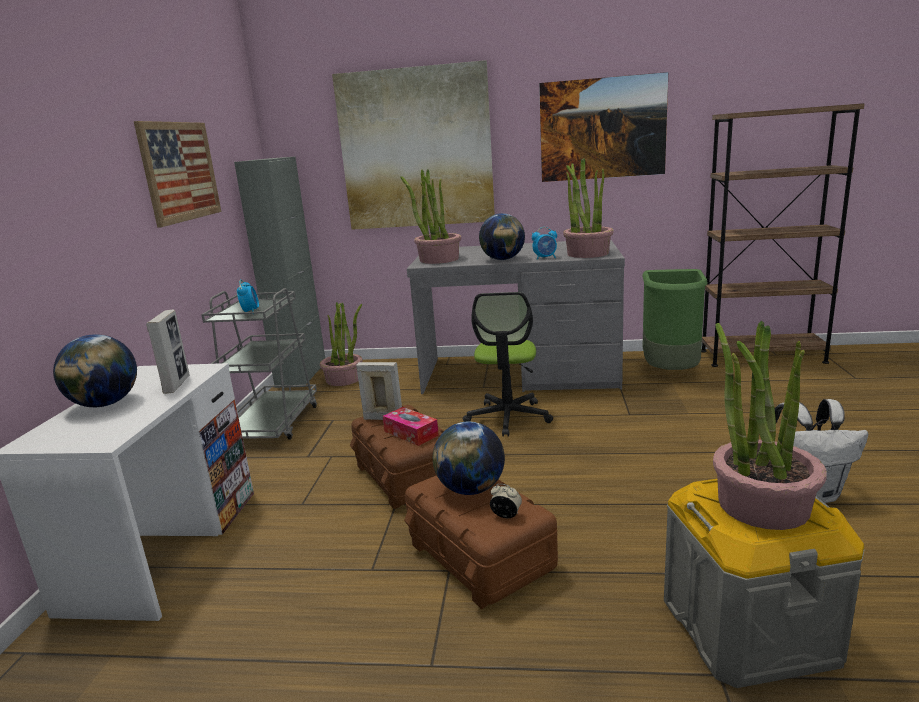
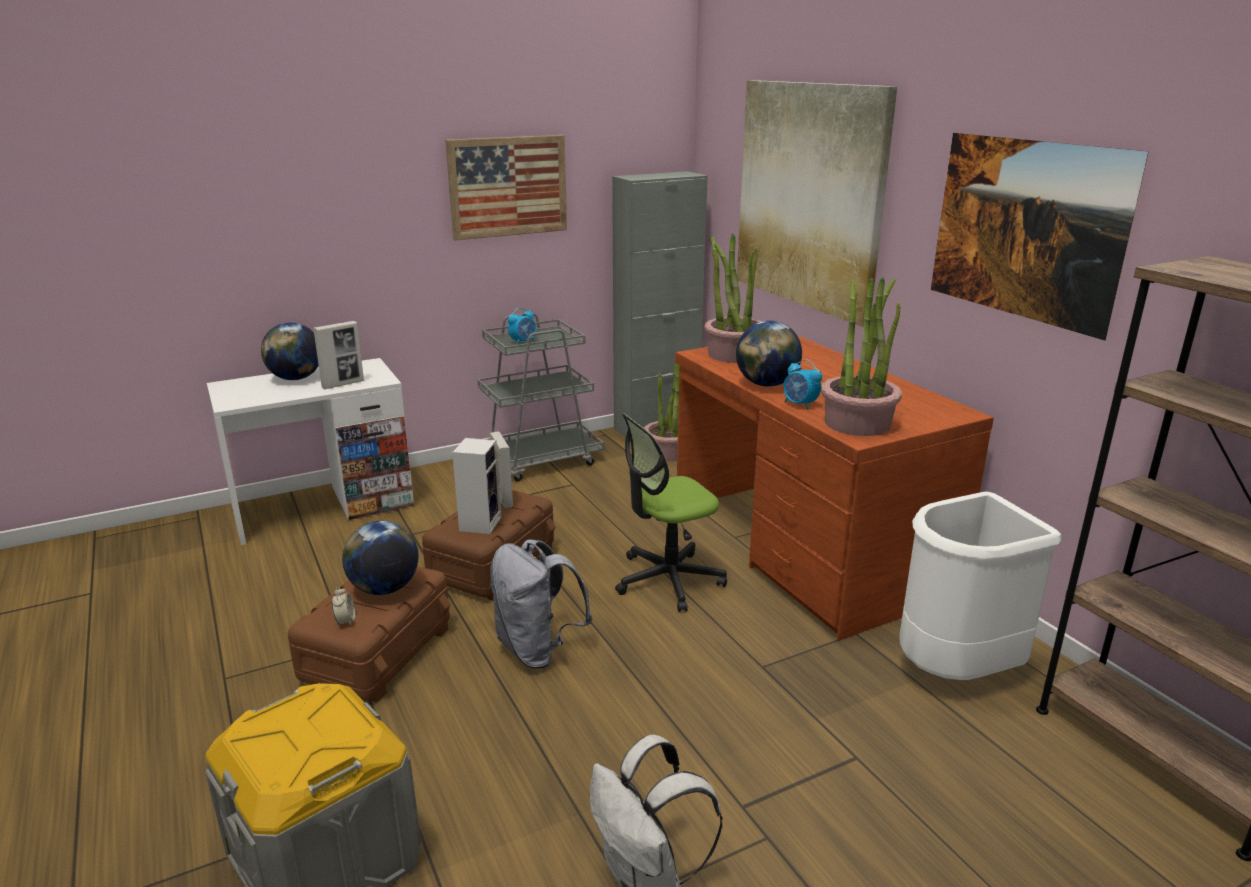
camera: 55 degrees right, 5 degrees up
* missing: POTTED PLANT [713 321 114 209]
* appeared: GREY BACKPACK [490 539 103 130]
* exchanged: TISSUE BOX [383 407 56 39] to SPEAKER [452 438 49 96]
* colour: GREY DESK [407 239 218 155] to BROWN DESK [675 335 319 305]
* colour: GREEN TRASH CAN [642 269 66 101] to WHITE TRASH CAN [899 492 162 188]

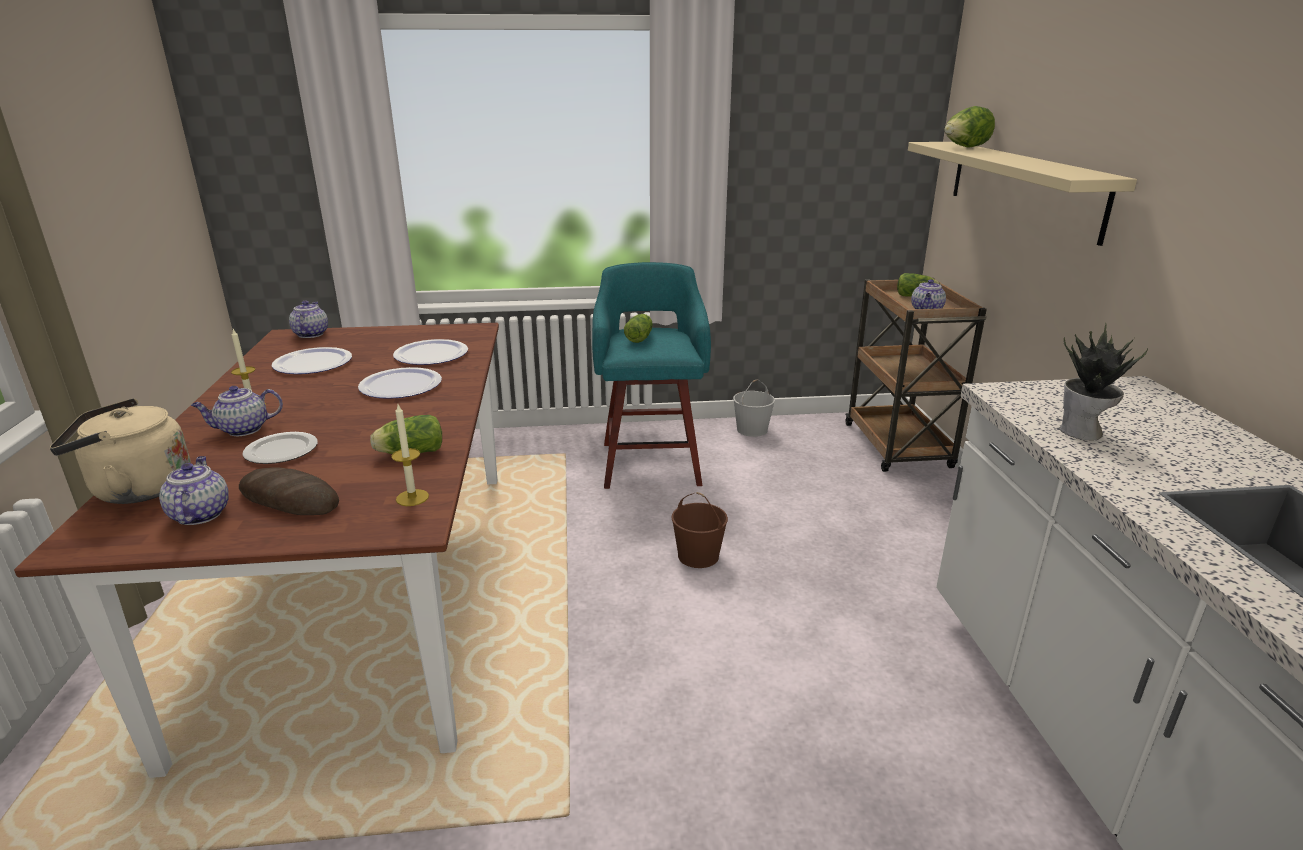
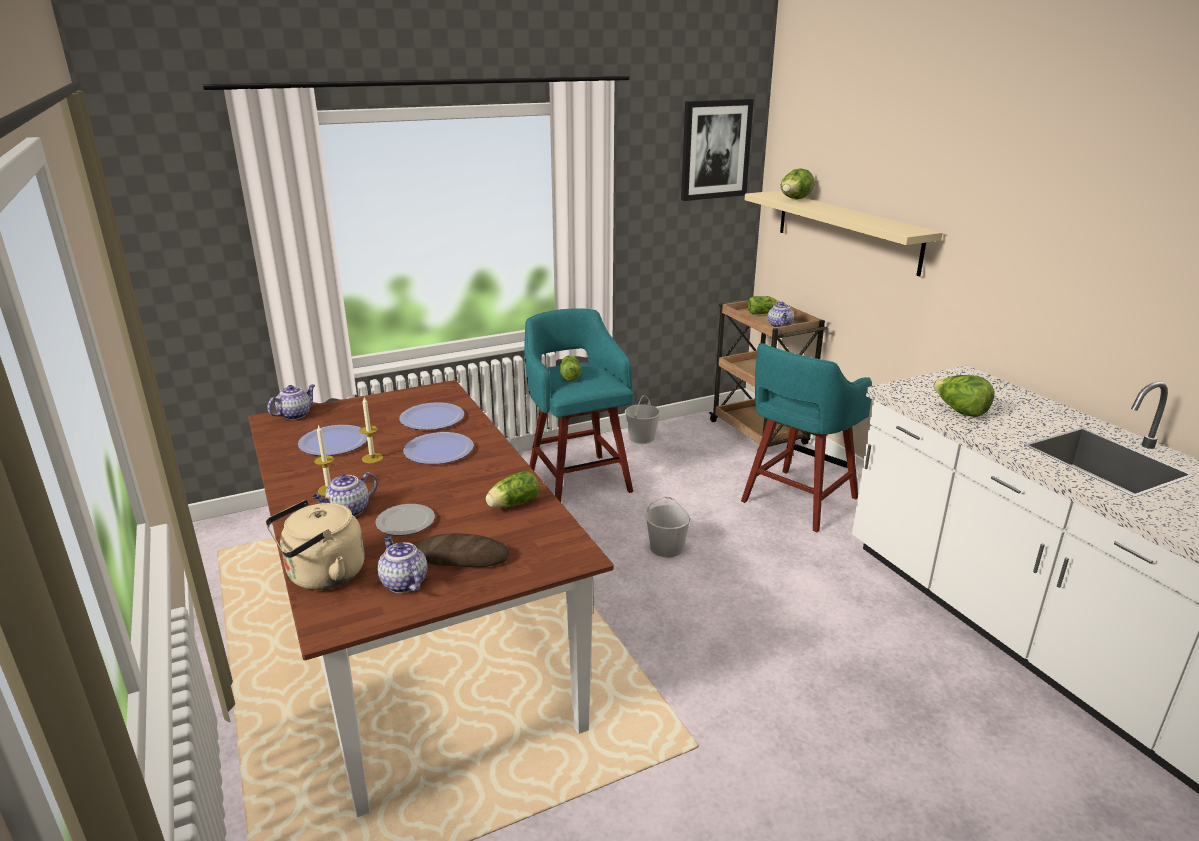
camera: 20 degrees left, 0 degrees up
* appeared: PICTURE [681 99 73 102]
* appeared: TURQUOISE STOOL [741 343 131 189]
* relocated: CANDLE [391 405 38 101] to [359 397 24 66]
* exchanged: POTTED PLANT [1059 323 89 117] to LETTUCE [933 375 62 42]
* colour: BROWN BUCKET [671 492 57 76] to WHITE BUCKET [645 497 46 61]
* spun: TEAPOT [289 301 39 37] = [267 384 48 36] 60 degrees clockwise

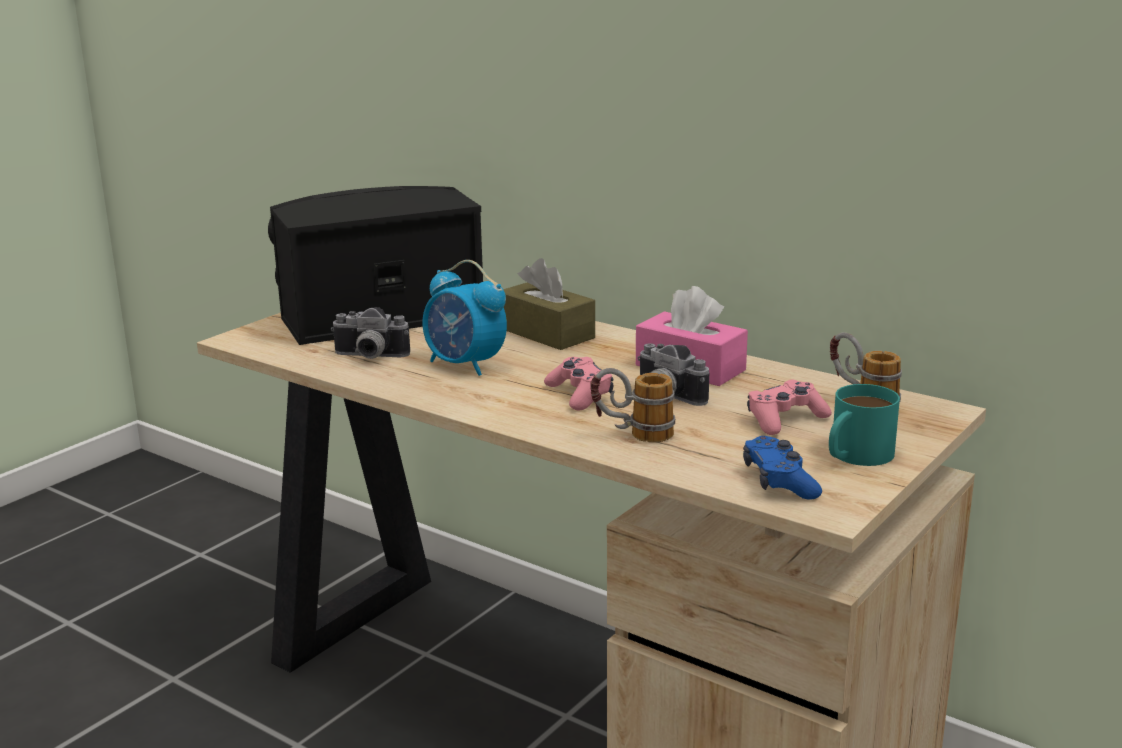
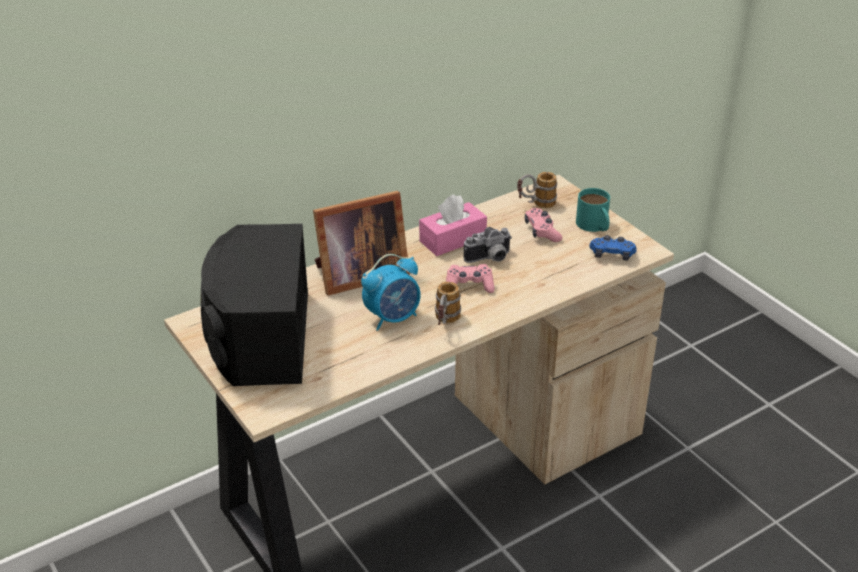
camera: 70 degrees left, 15 degrees up
* missing: PHOTO CAMERA [331 307 79 52]
* relocated: MUG [590 368 85 75] to [435 282 26 43]
* exchanged: BROWN TISSUE BOX [503 258 92 92] to PICTURE FRAME [313 191 97 104]

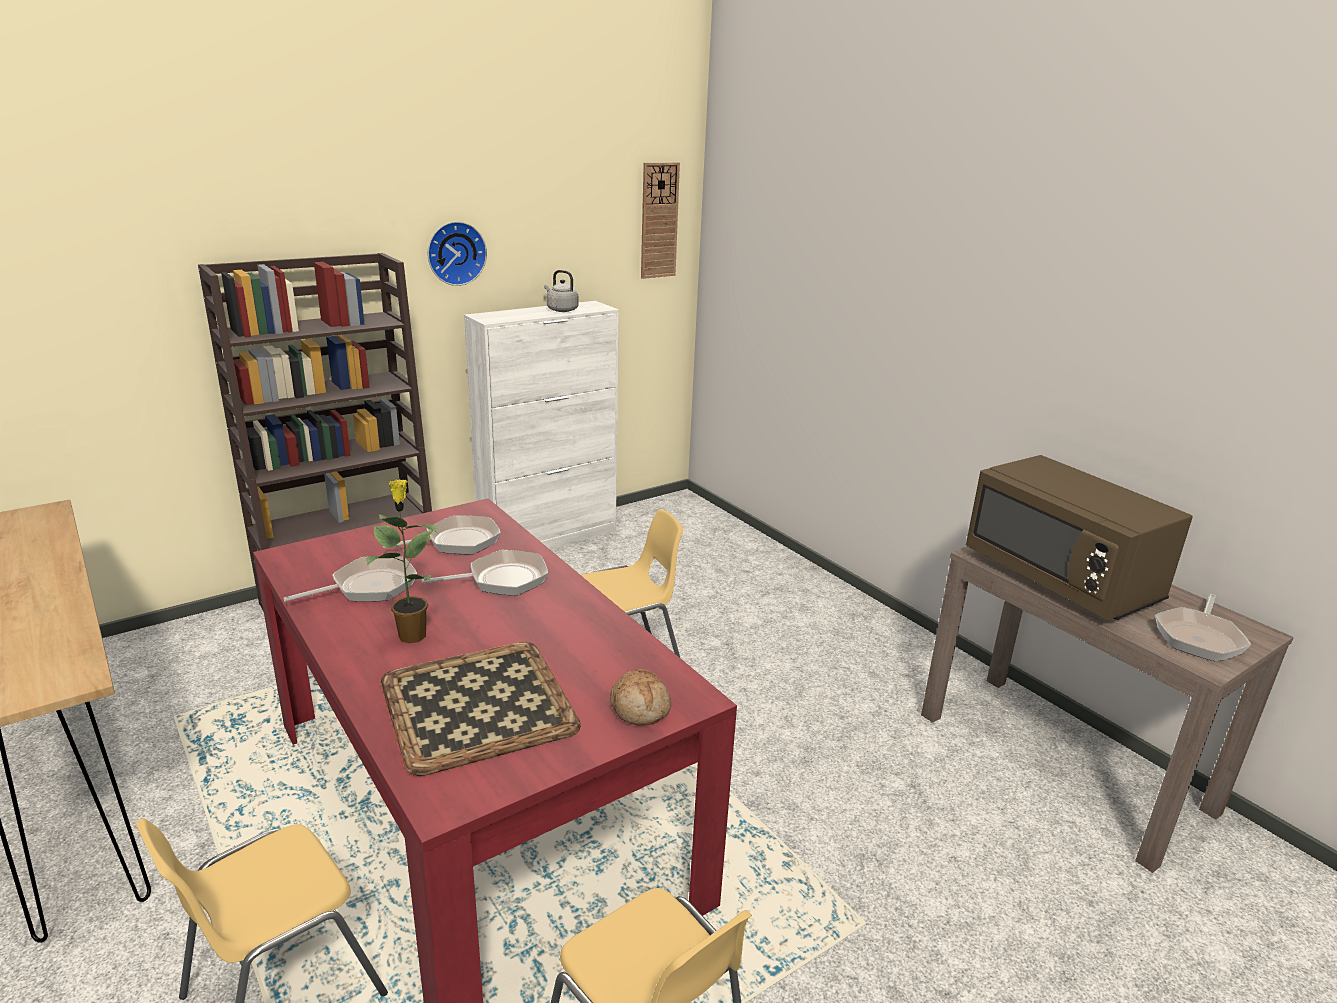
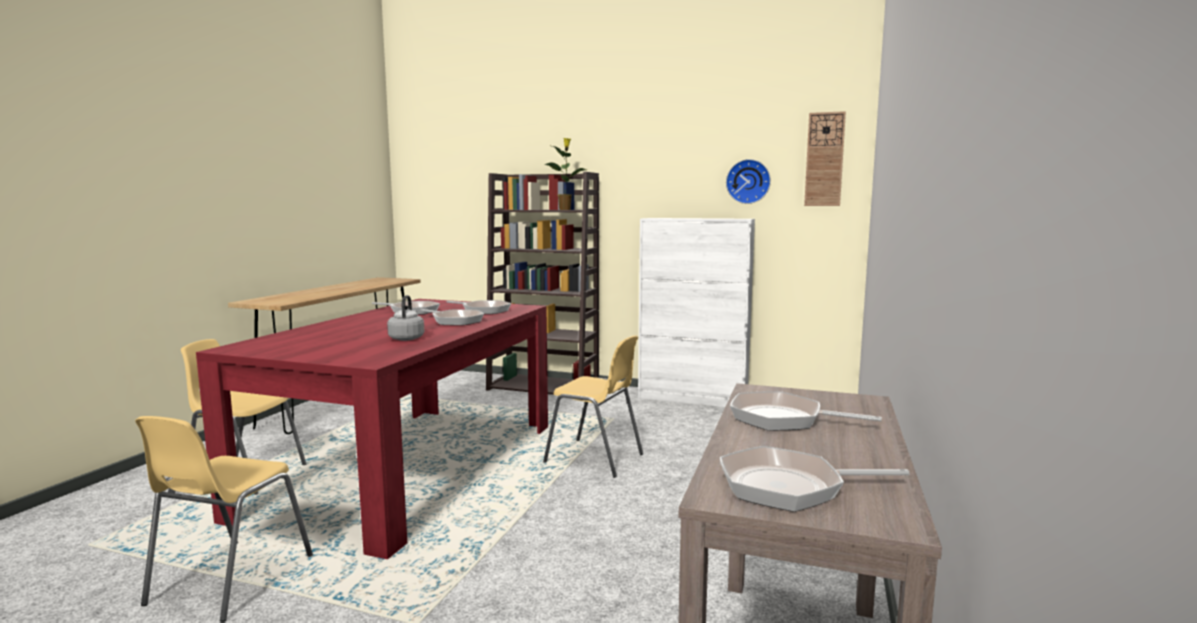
camera: 55 degrees right, 15 degrees down
* missing: TRAY [381 642 200 134]
* missing: BREAD [610 669 61 57]
* relocated: POTTED PLANT [365 479 72 164] to [544 138 43 72]
* relocated: WALL CLOCK [427 221 60 65] to [726 159 45 45]
* relocated: GREY KETTLE [544 270 35 42] to [387 295 37 46]
* exchanged: BROWN MICROWAVE [966 455 227 165] to FRYING PAN [730 391 152 40]

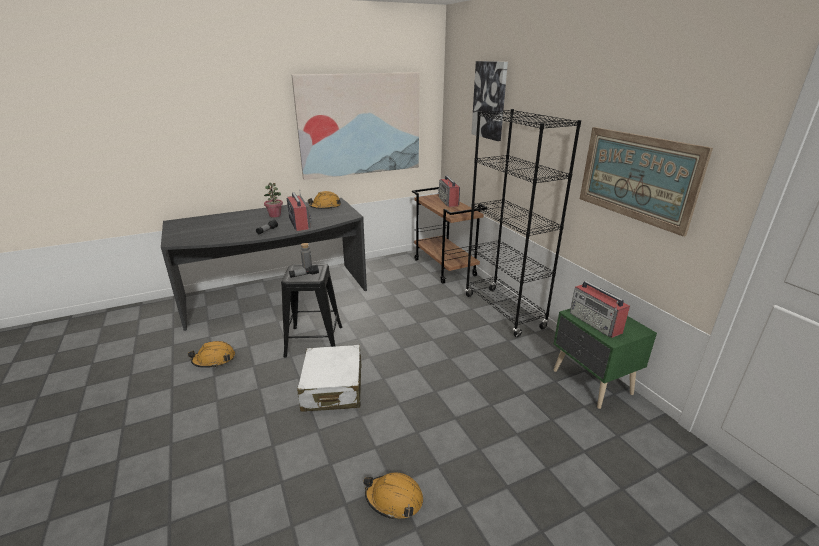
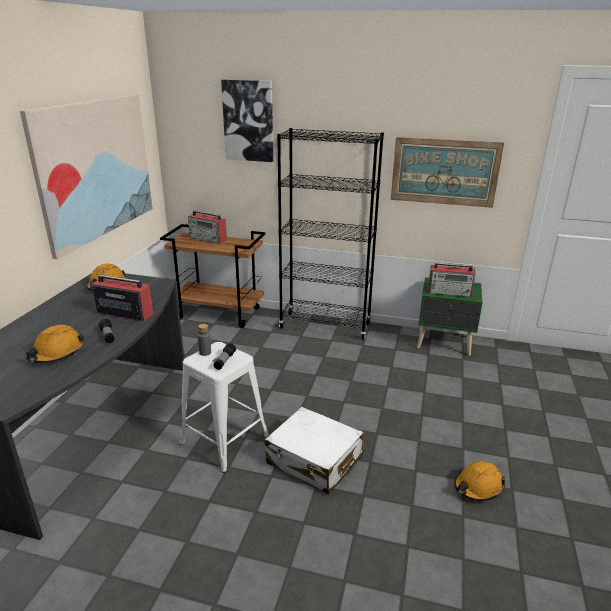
camera: 50 degrees left, 0 degrees up
* missing: POTTED PLANT [264 183 19 35]
* relocated: ORANGE HARD HAT [188 341 47 27] to [26 325 59 38]
* colour: BLACK STOOL [281 264 61 94] to WHITE STOOL [179 342 90 131]

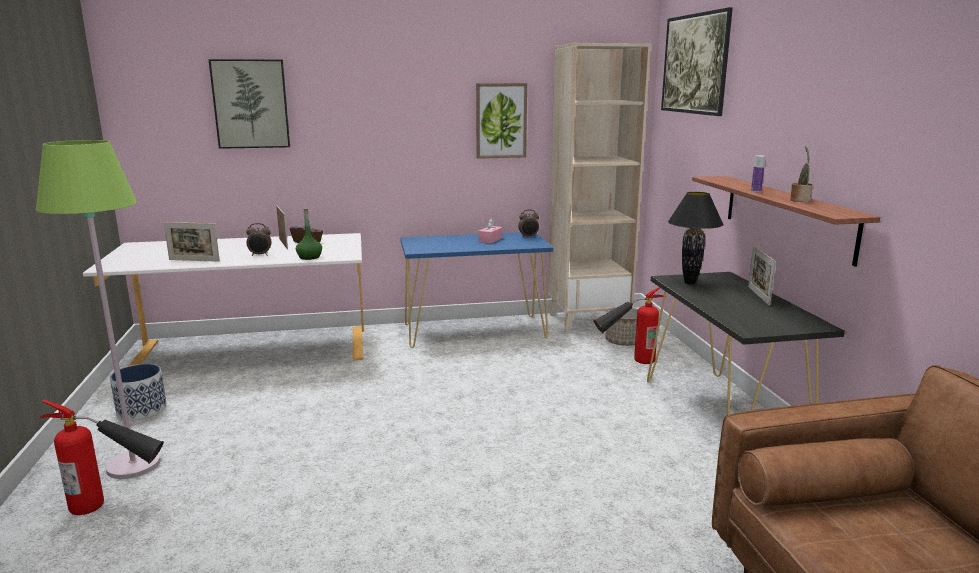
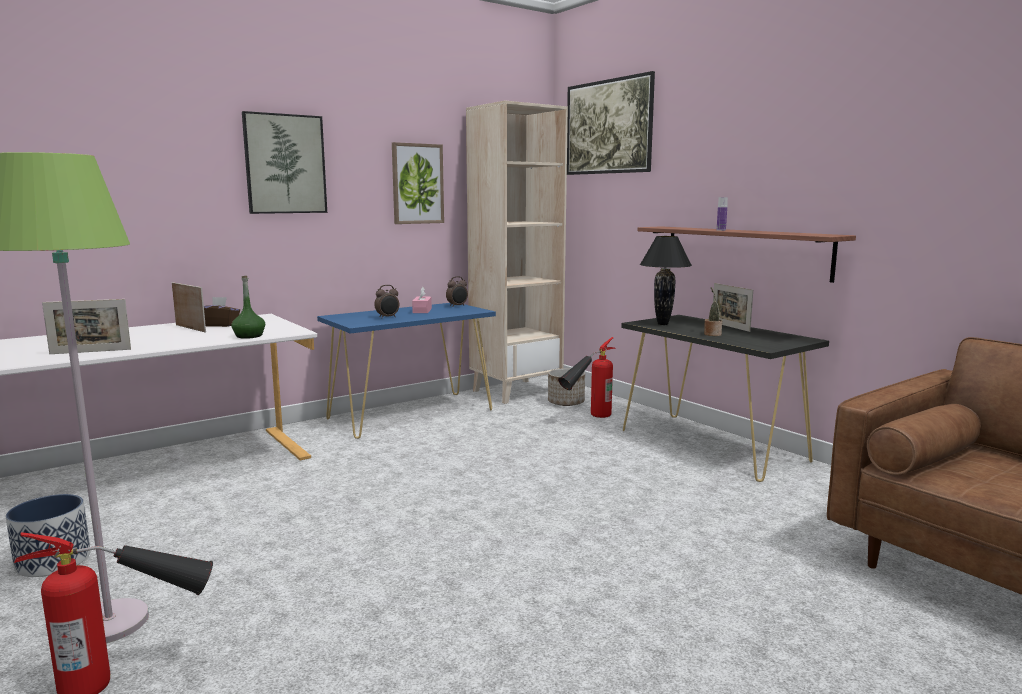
camera: 25 degrees left, 5 degrees down
* relocated: PICTURE [209 59 81 90] to [242 111 85 103]
* relocated: ALARM CLOCK [246 223 25 33] to [374 285 25 33]
* relocated: POTTED PLANT [790 146 23 56] to [704 287 18 49]

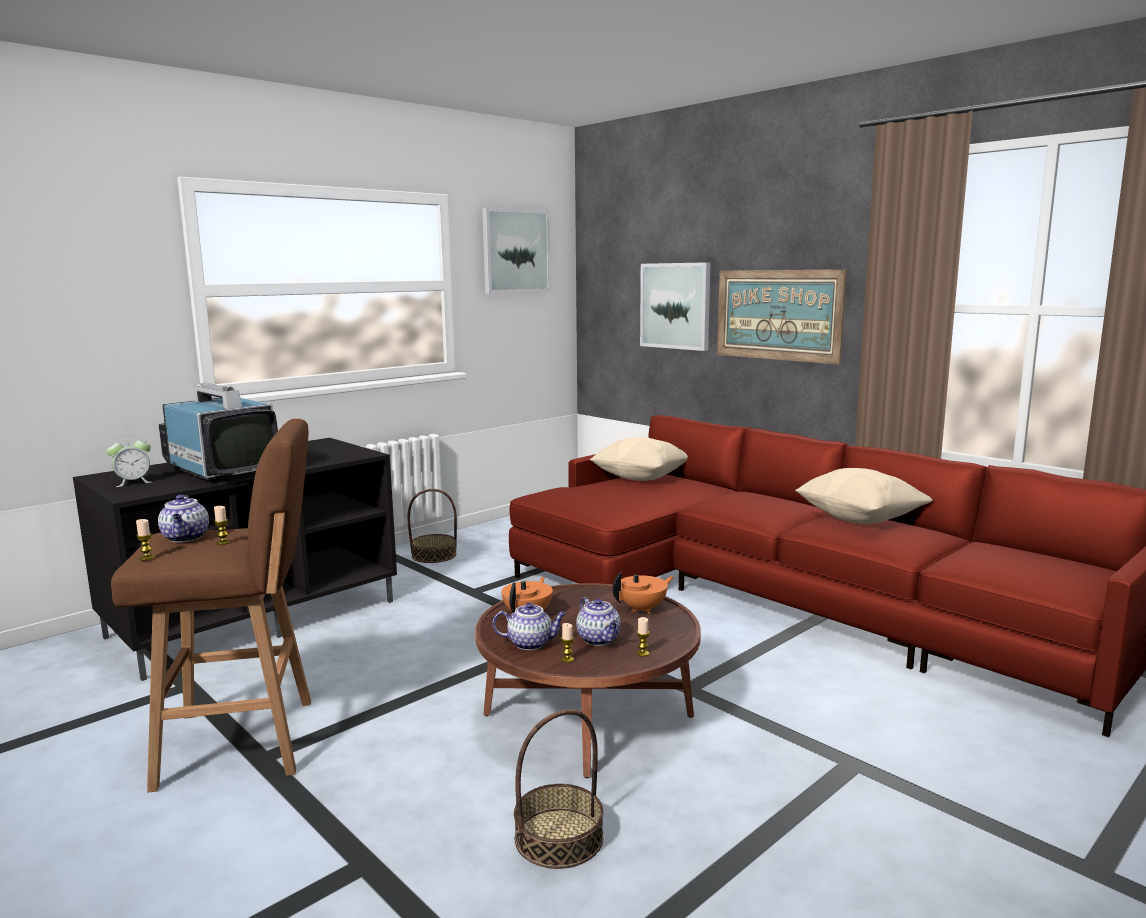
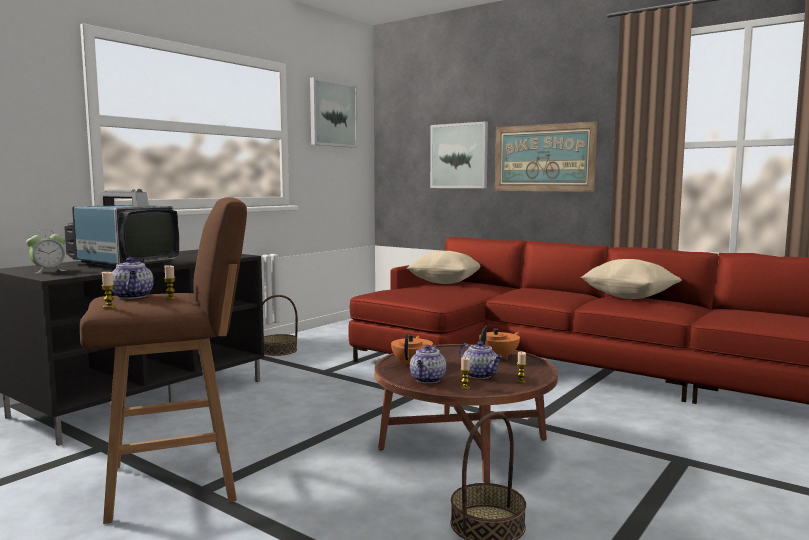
camera: 10 degrees left, 5 degrees down
* spun: TEAPOT [492 602 74 48] = [410 345 36 38] 120 degrees clockwise

